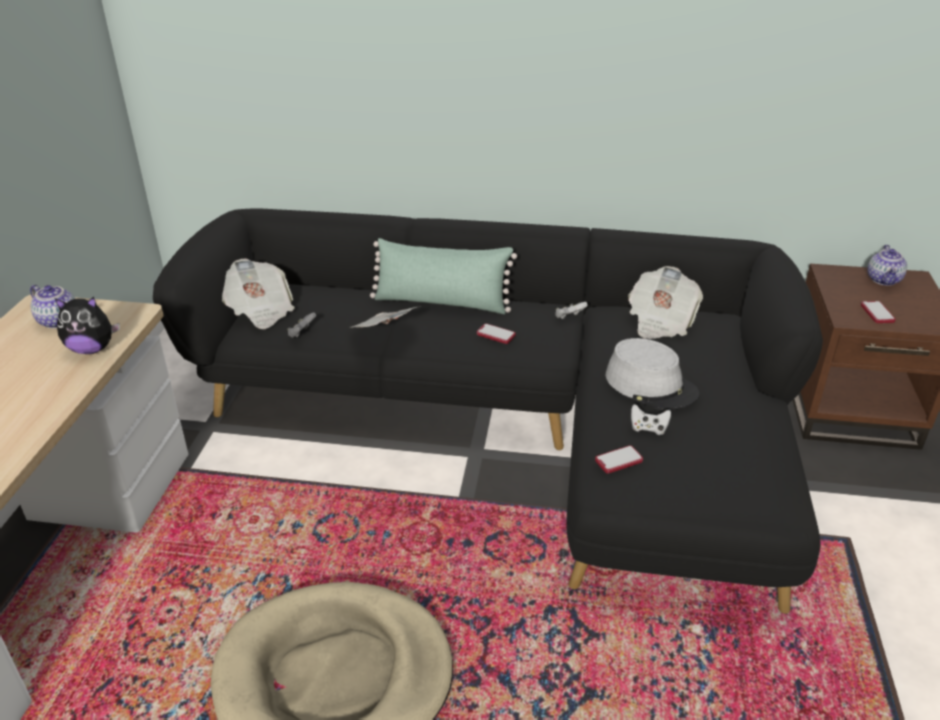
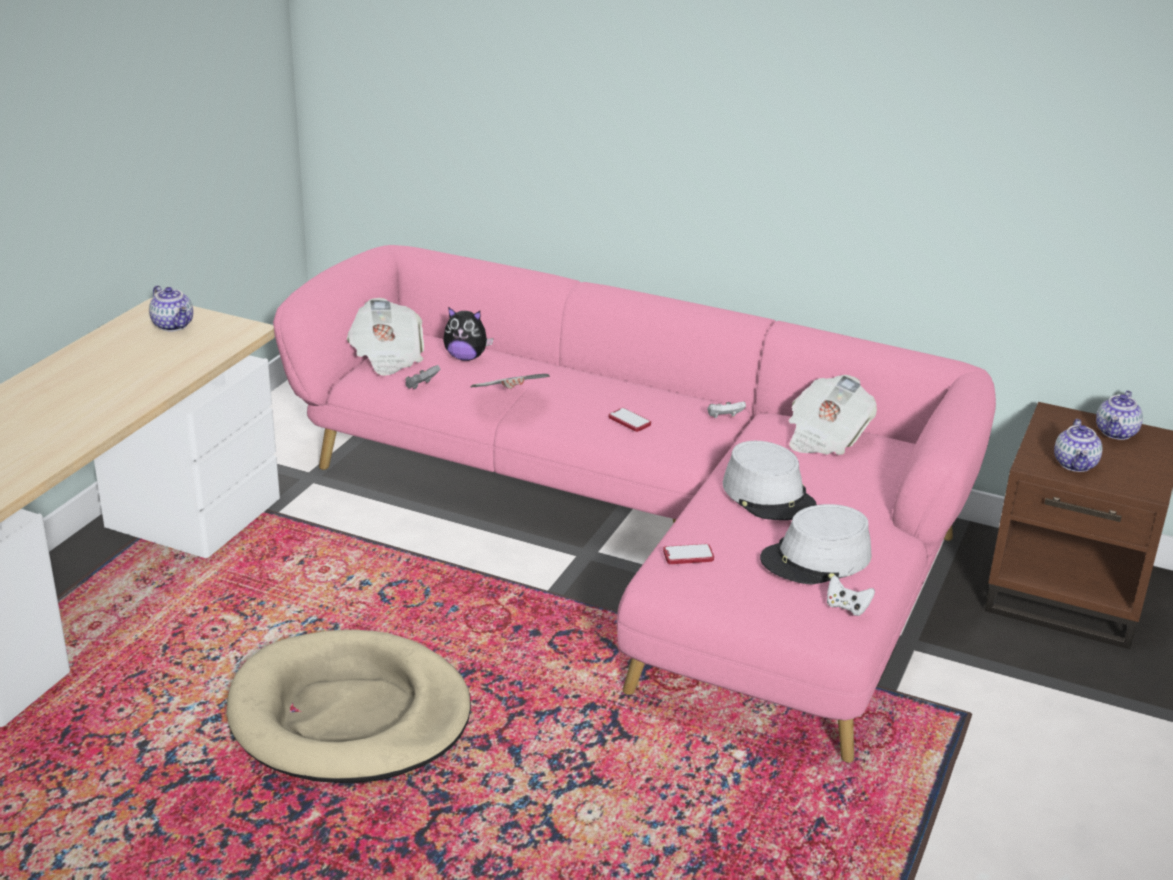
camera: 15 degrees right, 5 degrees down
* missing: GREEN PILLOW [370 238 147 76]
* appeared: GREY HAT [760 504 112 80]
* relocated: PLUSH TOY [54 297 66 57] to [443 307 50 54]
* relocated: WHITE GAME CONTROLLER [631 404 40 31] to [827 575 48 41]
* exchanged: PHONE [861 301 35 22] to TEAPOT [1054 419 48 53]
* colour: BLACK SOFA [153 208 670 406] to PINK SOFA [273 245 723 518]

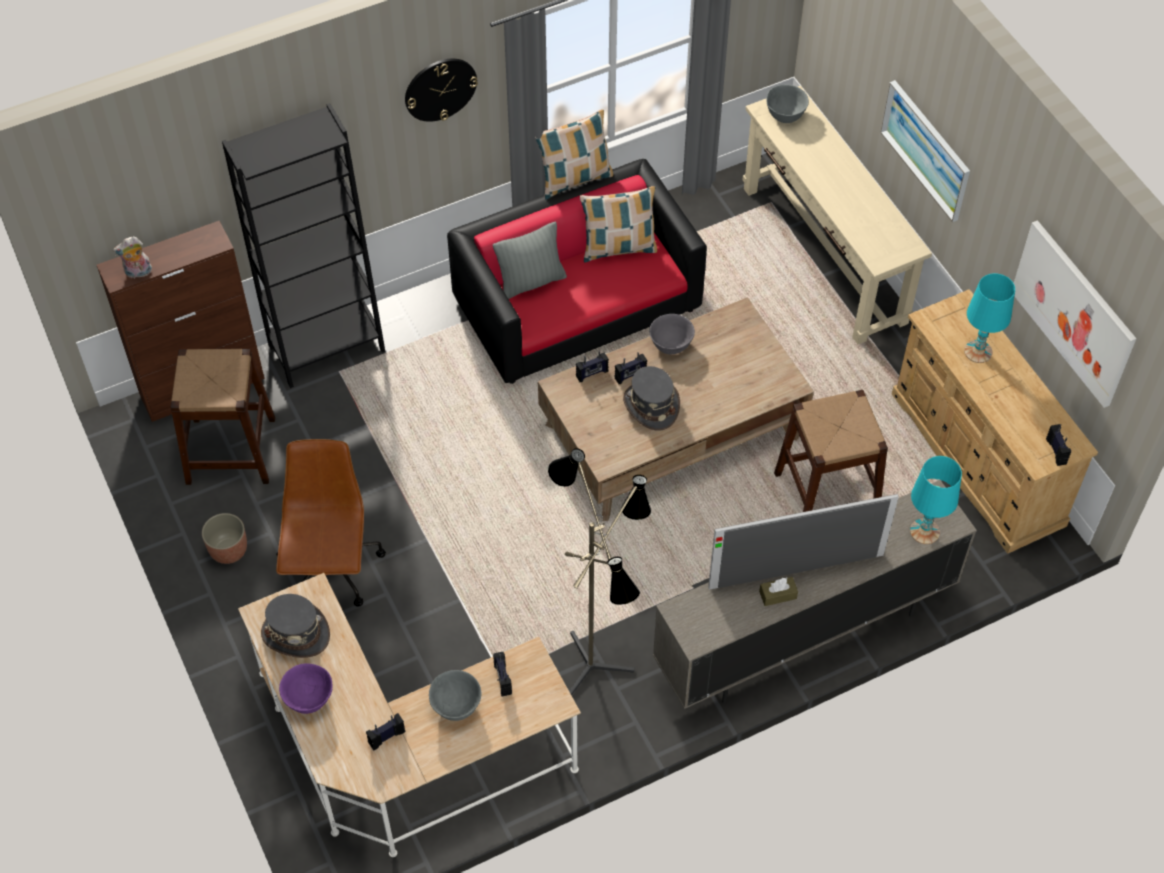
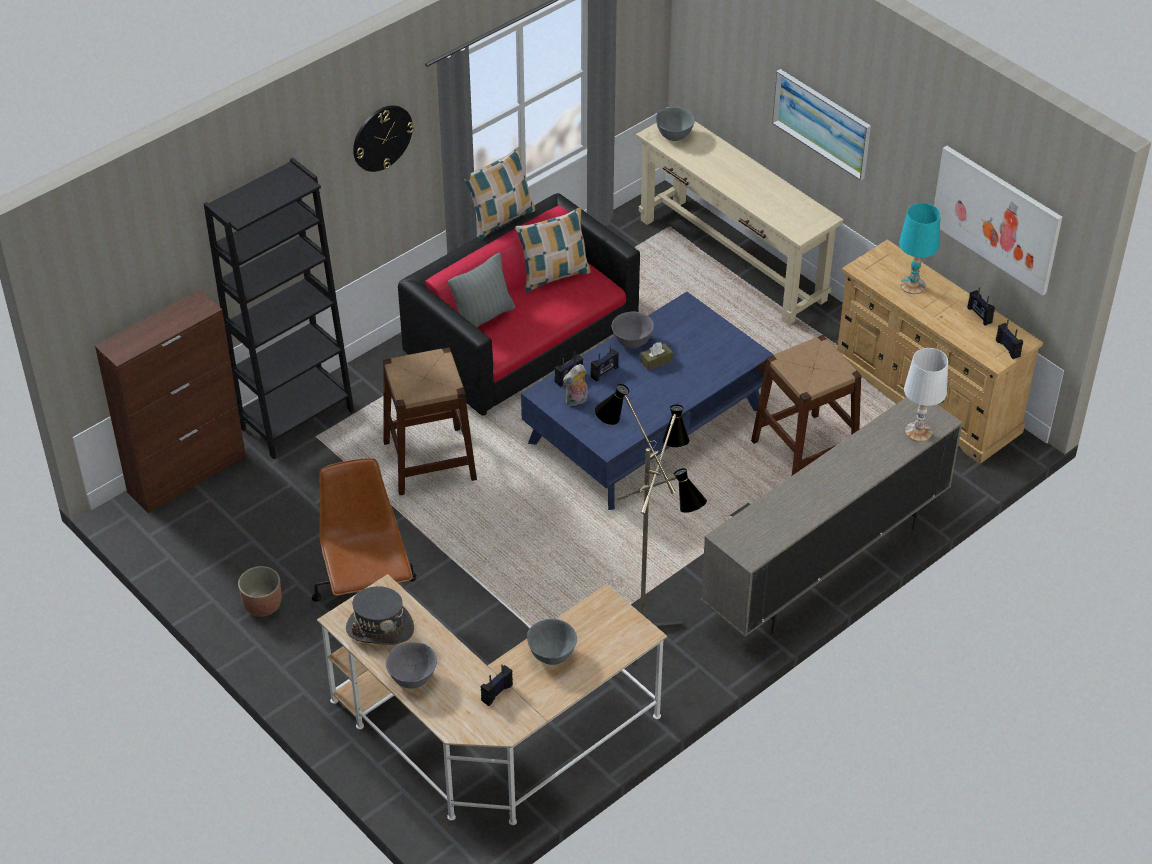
camera: 15 degrees left, 10 degrees down
* missing: GREY HAT [623 366 57 65]
* missing: TELEVISION [708 494 191 96]
* relocated: PLUSH TOY [113 237 39 42] to [563 364 25 42]
* relocated: BROWN STOOL [171 349 104 136] to [383 347 94 148]
* relocated: RADIO [493 652 19 44] to [967 287 28 39]
* relocated: BROWN TISSUE BOX [759 577 39 29] to [641 342 32 29]
* colour: PURPLE BOWL [279 663 53 51] to GREY BOWL [386 642 51 47]
* colour: BROWN COFFEE TABLE [538 297 276 224] to BLUE COFFEE TABLE [521 292 253 218]
* colour: TURQUOISE TABLE LAMP [910 456 52 88] to WHITE TABLE LAMP [904 348 44 94]

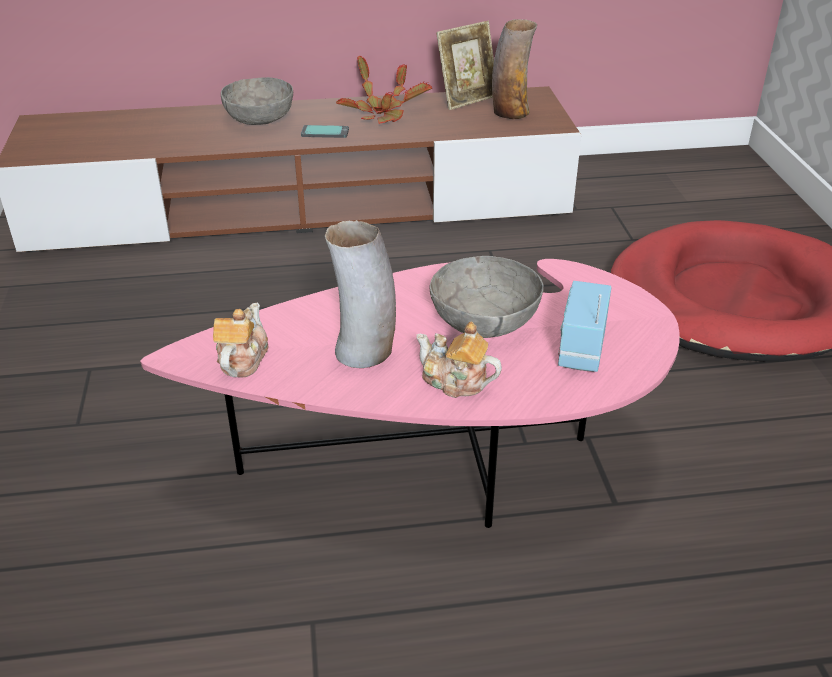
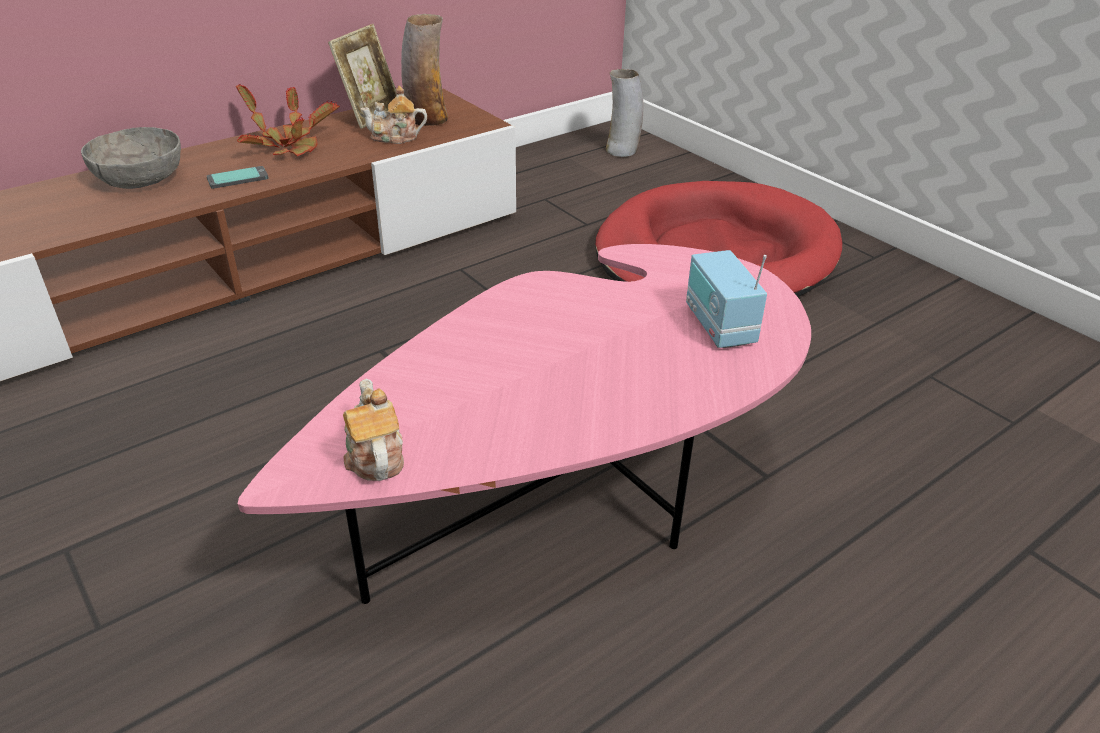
camera: 30 degrees left, 0 degrees up
* missing: GREY BOWL [429 256 114 82]
* relocated: VASE [325 220 71 148] to [606 69 37 88]
* relocated: TEAPOT [416 321 86 77] to [360 86 67 58]

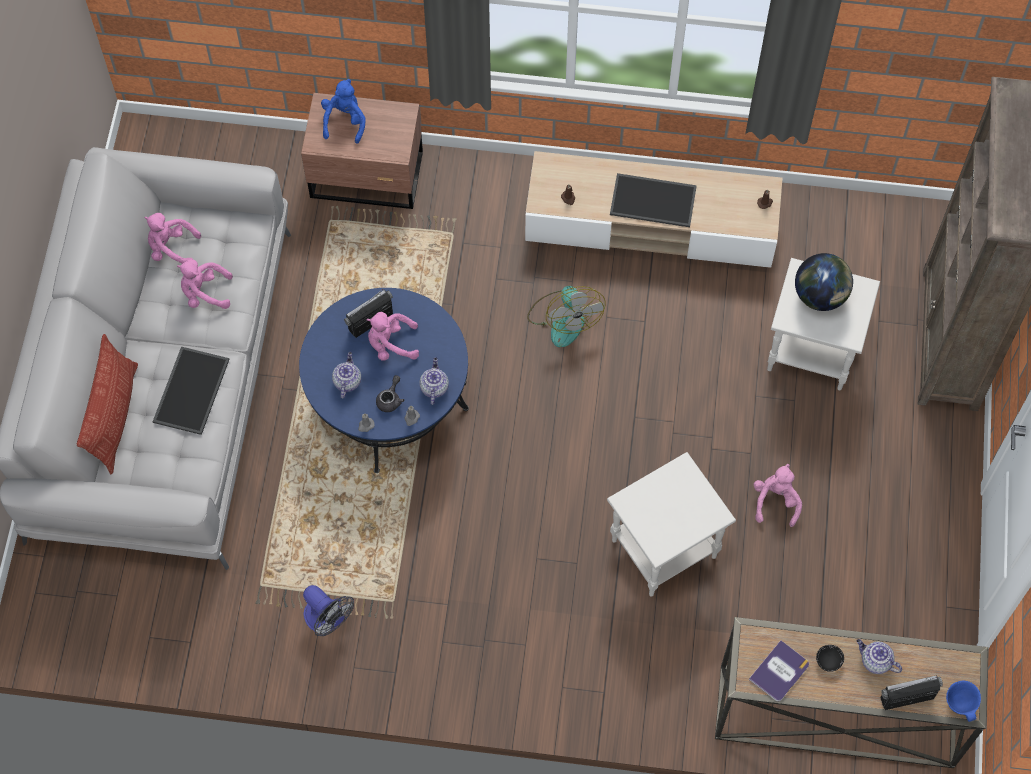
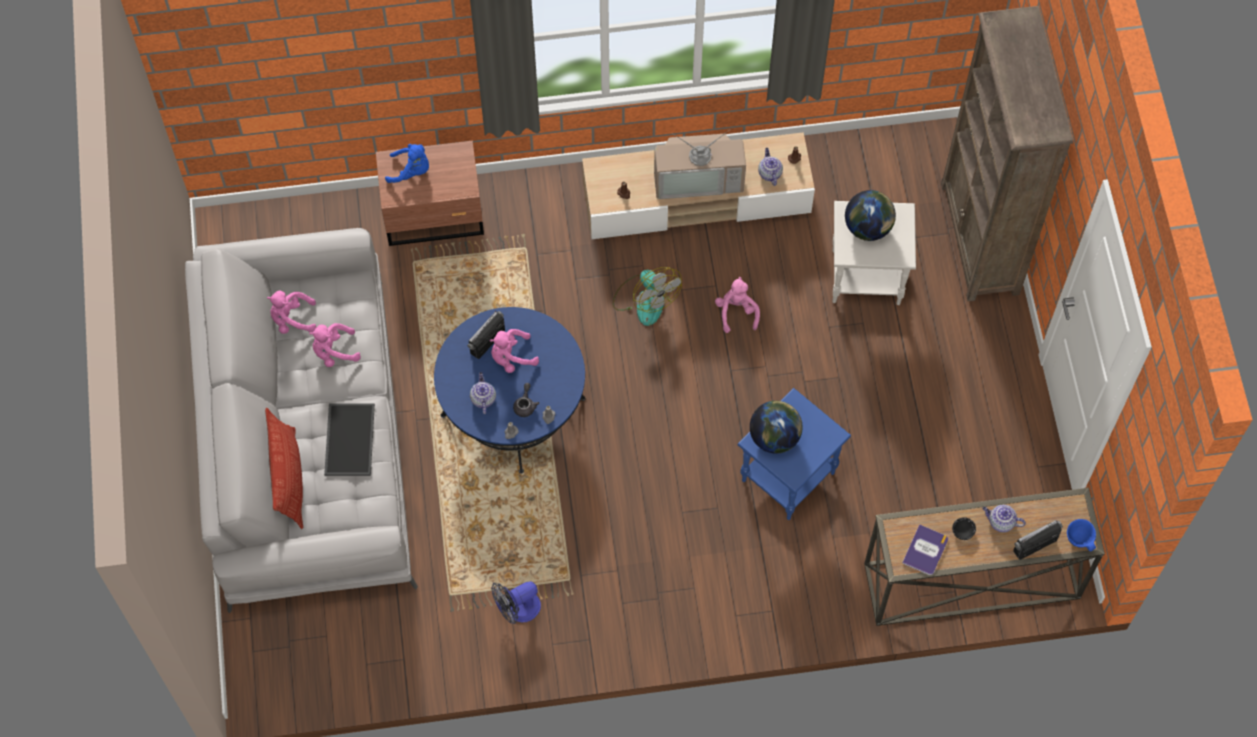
camera: 15 degrees left, 0 degrees up
* appeared: GLOBE [750 401 53 52]
* relocated: TEAPOT [419 357 30 48] to [758 148 25 38]
* relocated: PINK PLUSH TOY [754 464 48 63] to [715 277 45 56]
* exchanged: TRAY [610 173 87 54] to TELEVISION [654 129 92 70]
* colour: WHITE SIDE TABLE [607 452 129 144] to BLUE SIDE TABLE [738 388 113 132]
* spun: FAN [303 585 51 51] = [491 581 50 43] 120 degrees clockwise
* spun: BLUE PLUSH TOY [321 79 45 65] = [385 144 44 39] 105 degrees clockwise

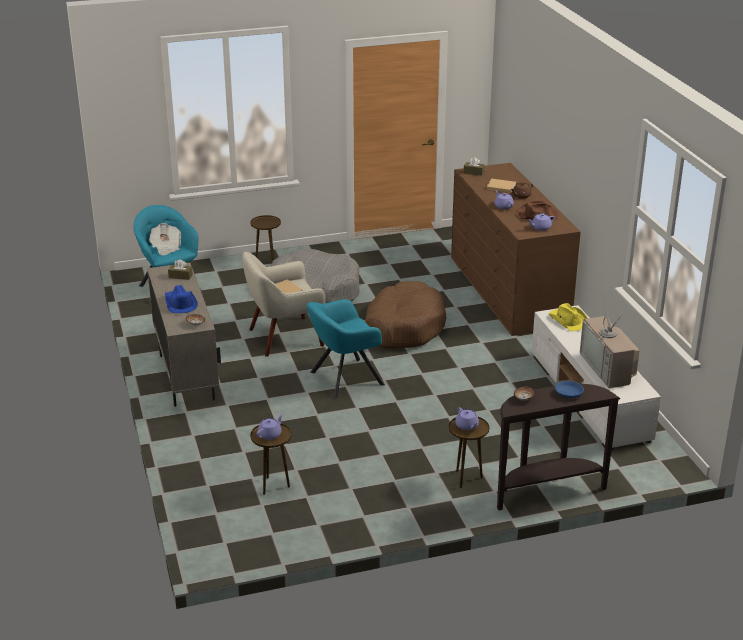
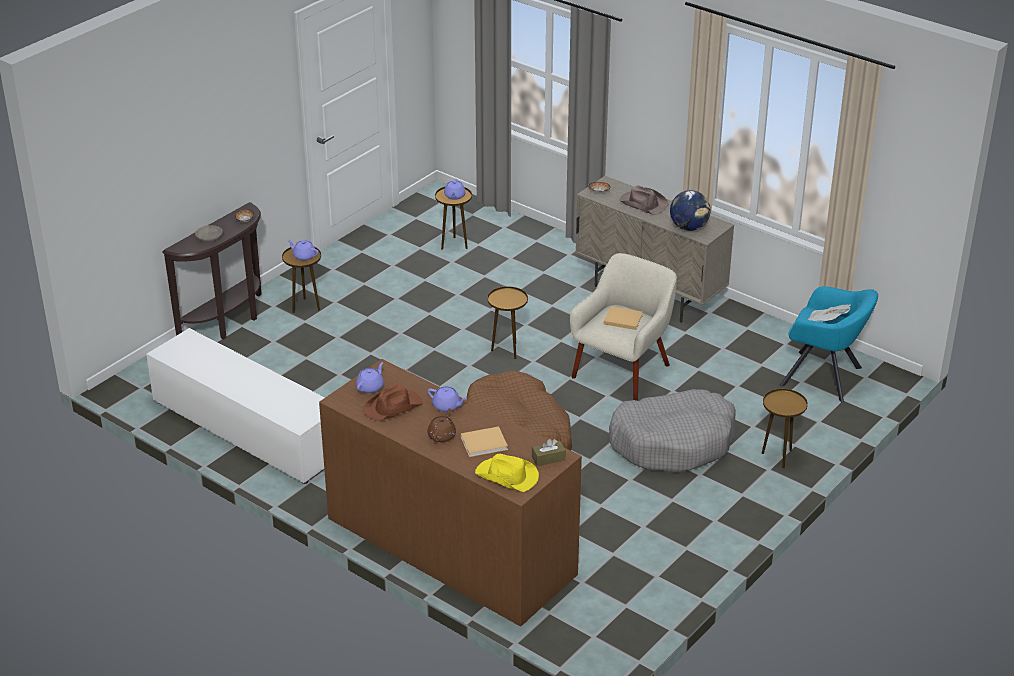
camera: 145 degrees right, 5 degrees up
* missing: TELEVISION [580 295 60 93]
* relocated: YELLOW HAT [548 303 40 28] to [475 454 64 38]
* exchanged: BROWN TISSUE BOX [168 259 25 21] to GLOBE [670 190 41 41]
* exchanged: TURQUOISE ARMCHAIR [307 299 78 100] to BROWN SIDE TABLE [487 286 41 73]
* colour: BLUE HAT [165 285 33 28] to BROWN HAT [619 185 49 30]
* colour: BLUE BOWL [555 381 29 17] to GREY BOWL [195 225 28 17]

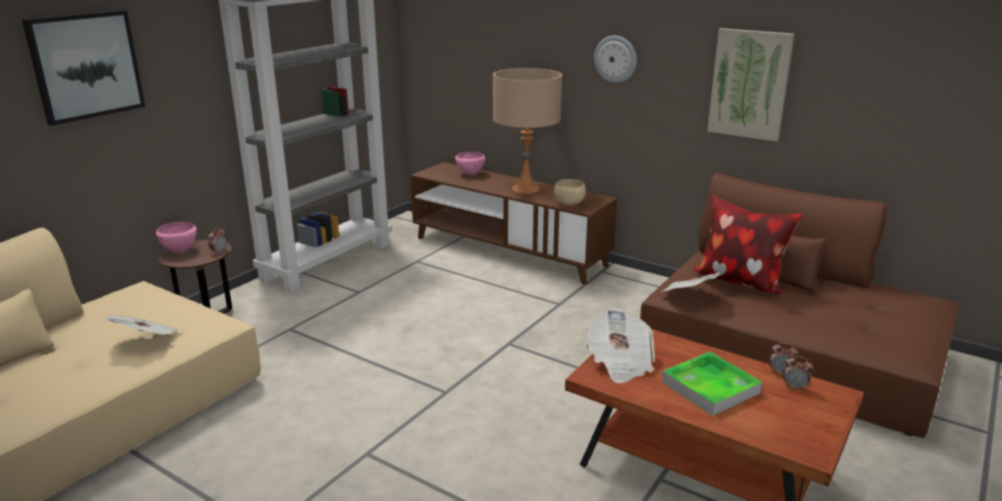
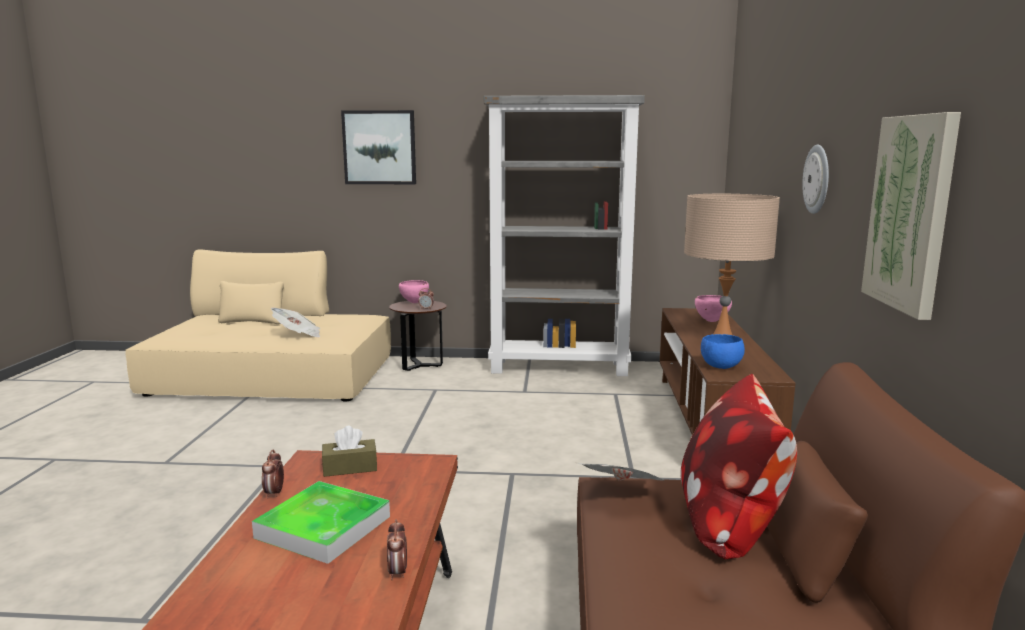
camera: 60 degrees right, 10 degrees down
* relocated: ALARM CLOCK [783 356 30 35] to [262 450 22 49]
* exchanged: NEWSPAPER [586 309 69 74] to BROWN TISSUE BOX [322 426 55 51]
* colour: BEIGE BOWL [555 179 31 26] to BLUE BOWL [701 334 44 35]

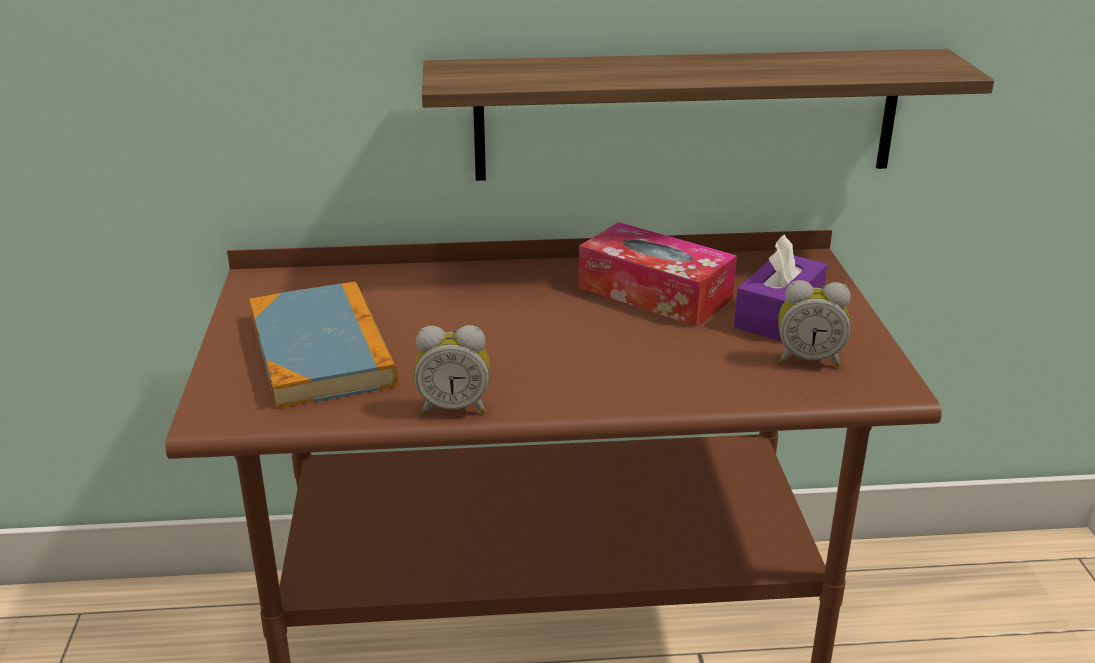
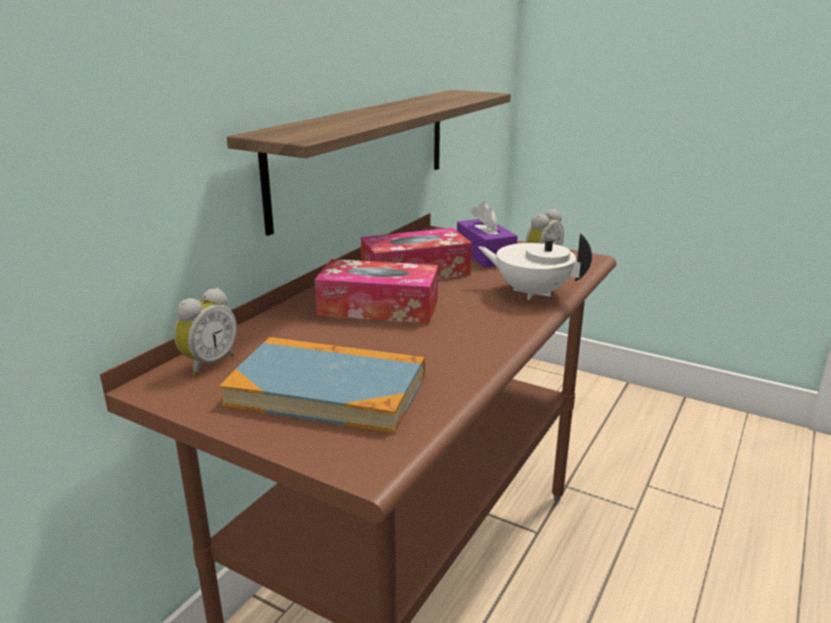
camera: 55 degrees left, 5 degrees down
* appeared: TISSUE BOX [315 259 123 65]
* appeared: WHITE TEAPOT [478 233 114 67]
* relocated: ALARM CLOCK [414 325 76 90] to [174 288 63 88]

